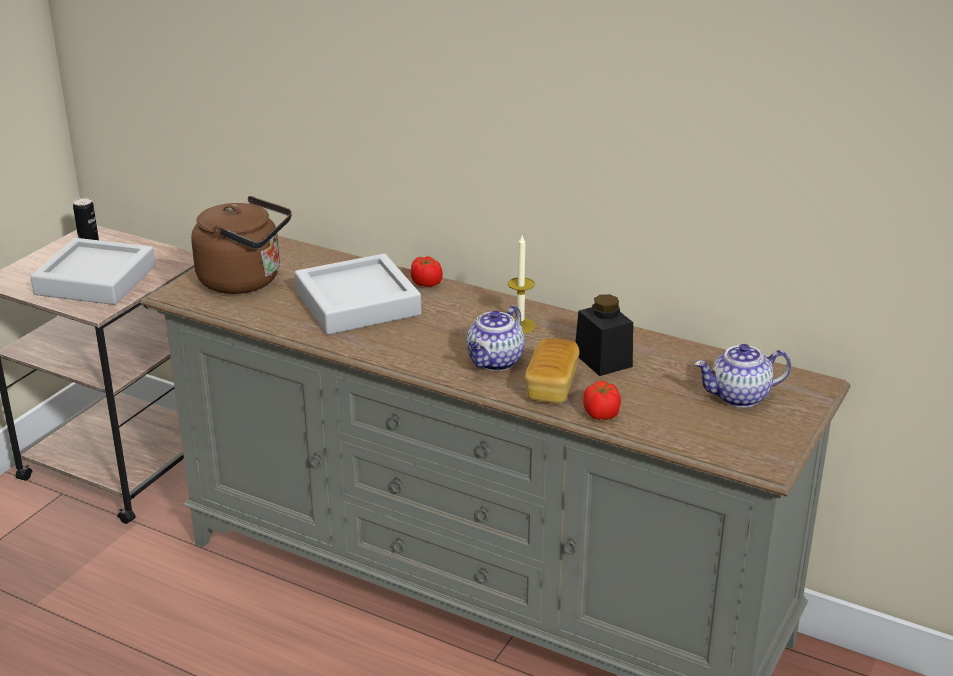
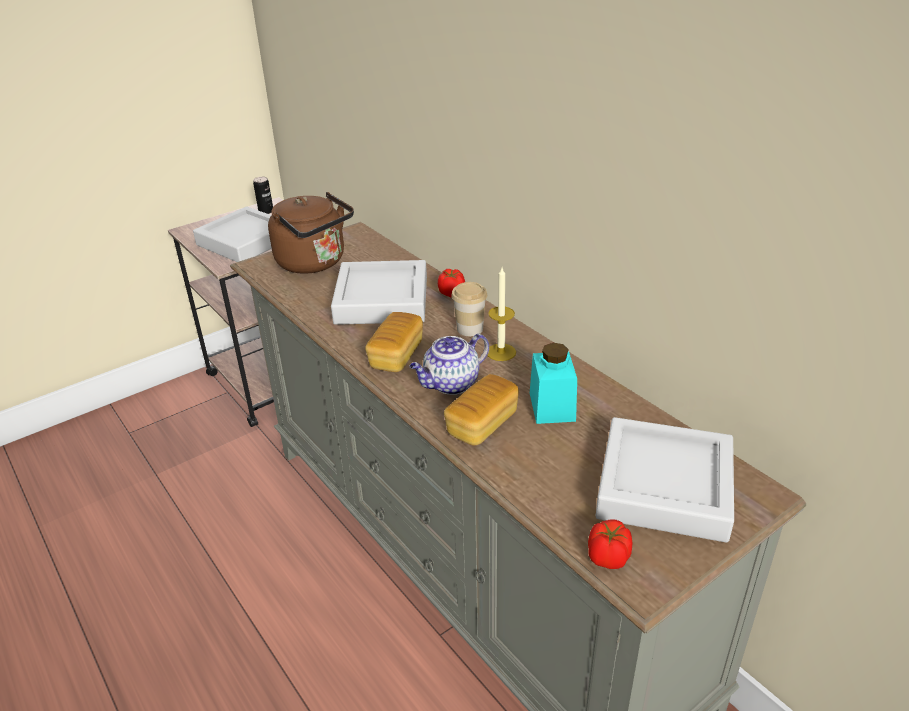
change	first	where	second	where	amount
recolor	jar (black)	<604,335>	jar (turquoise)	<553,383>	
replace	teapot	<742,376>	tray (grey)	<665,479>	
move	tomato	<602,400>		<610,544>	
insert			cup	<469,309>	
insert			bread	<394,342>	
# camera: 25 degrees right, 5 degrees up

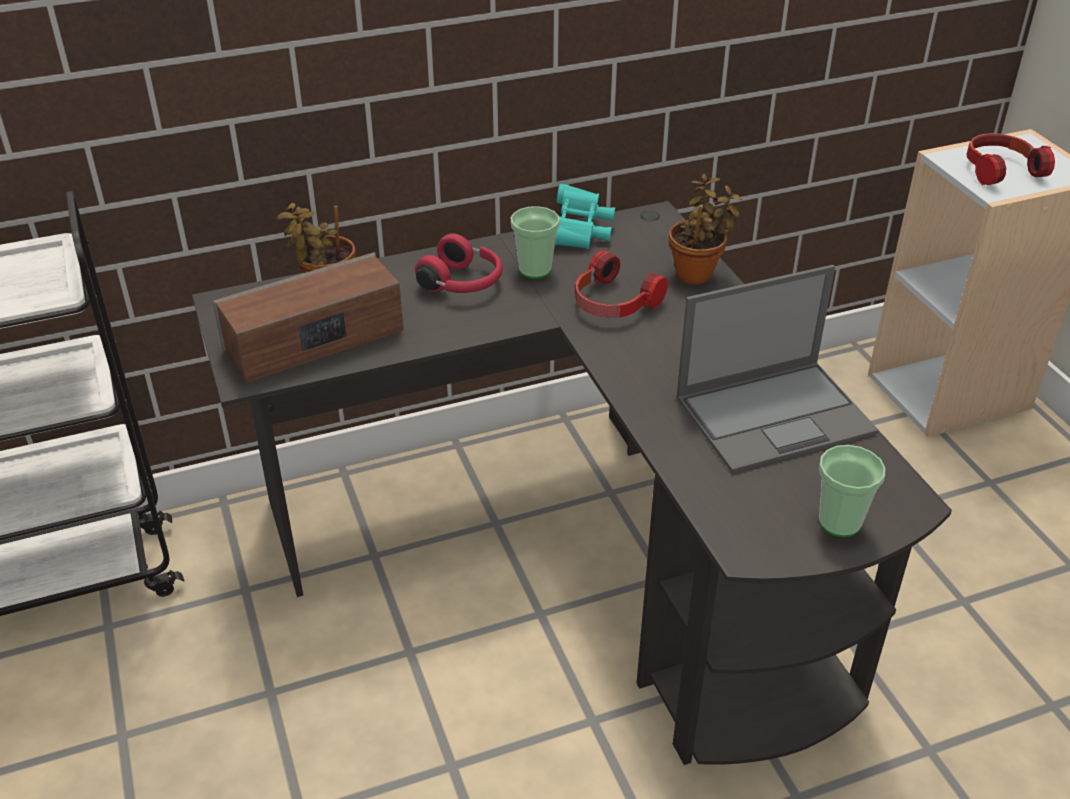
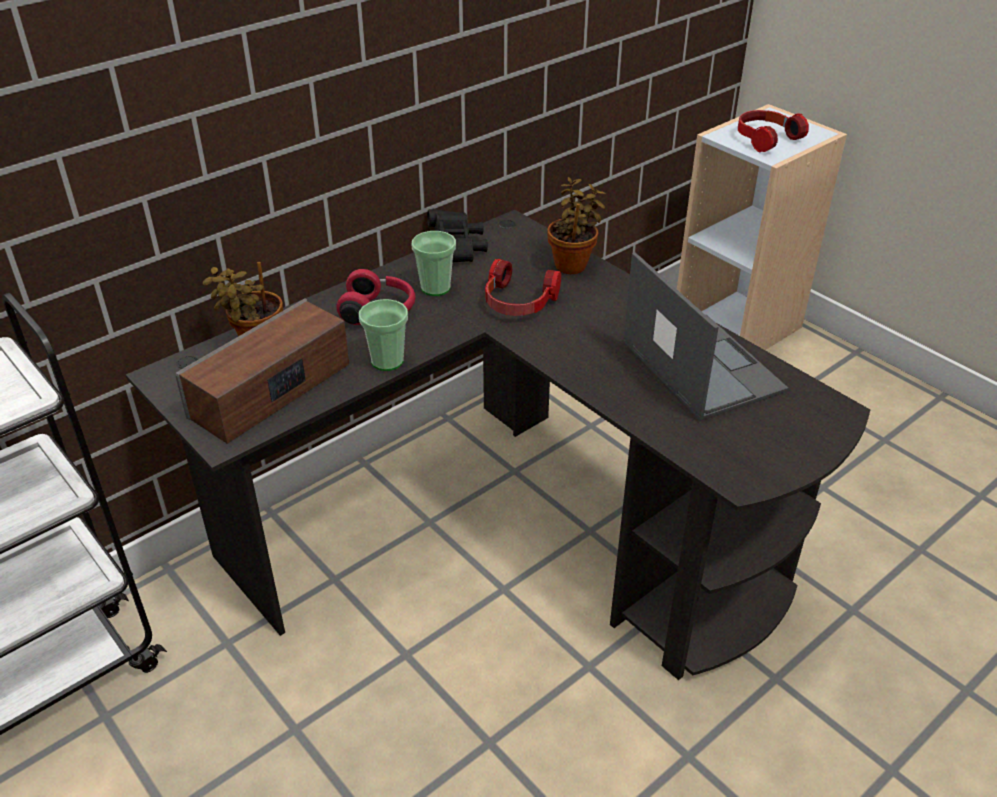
change	first	where	second	where	amount
recolor	binoculars (turquoise)	<585,216>	binoculars (black)	<457,236>	
rotate	laptop	<777,369>		<705,336>	75 degrees counterclockwise
move	cup	<852,491>		<383,335>	
# camera: 20 degrees left, 0 degrees up

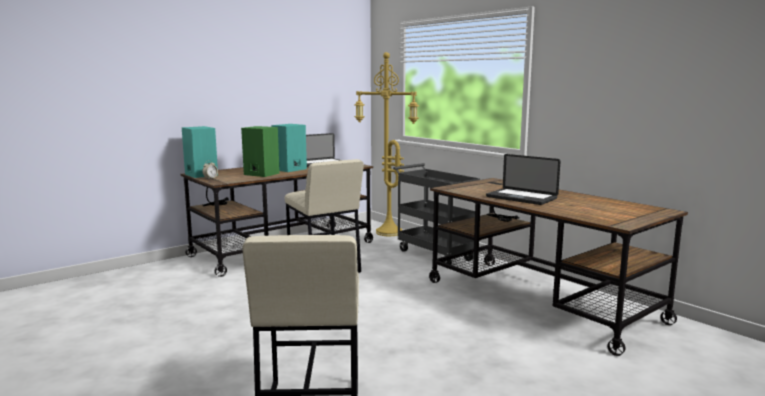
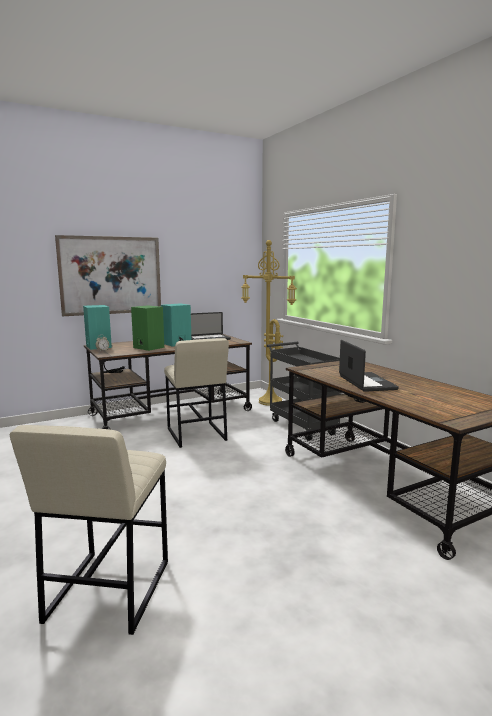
change	first	where	second	where	amount
rotate	laptop	<523,179>		<369,366>	150 degrees counterclockwise
insert			picture	<108,275>	
# camera: 10 degrees right, 0 degrees up

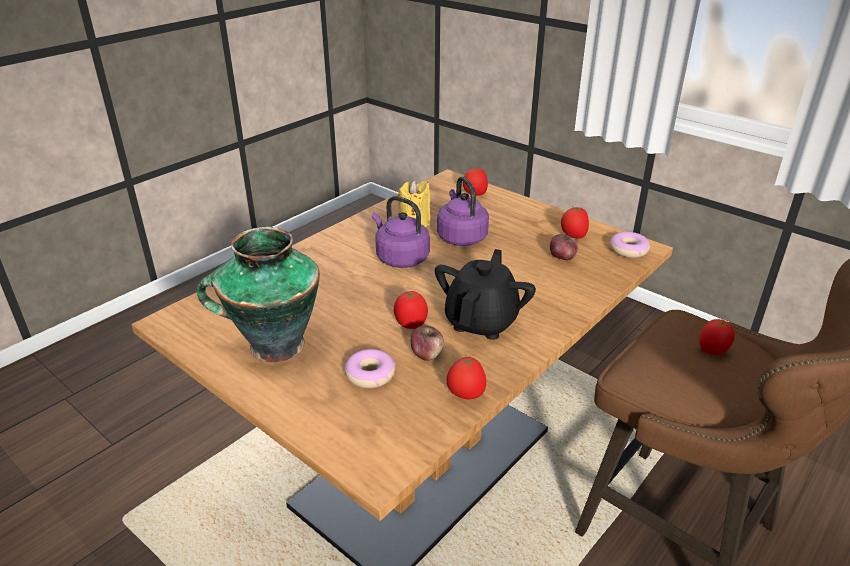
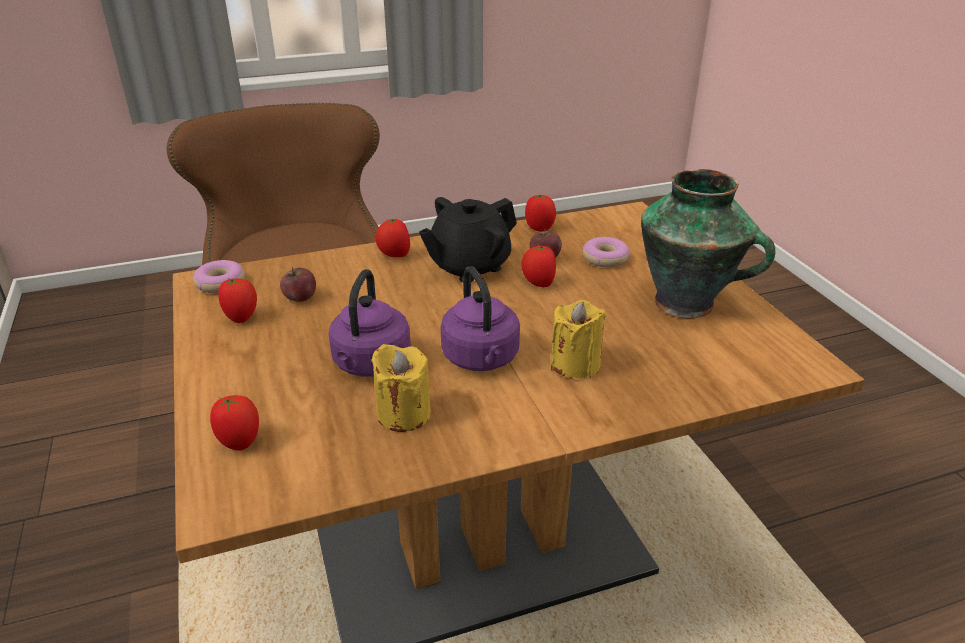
change	first	where	second	where	amount
move	tomato	<717,337>		<392,237>	
insert			candle (yellow)	<578,339>	
# camera: 150 degrees left, 0 degrees up

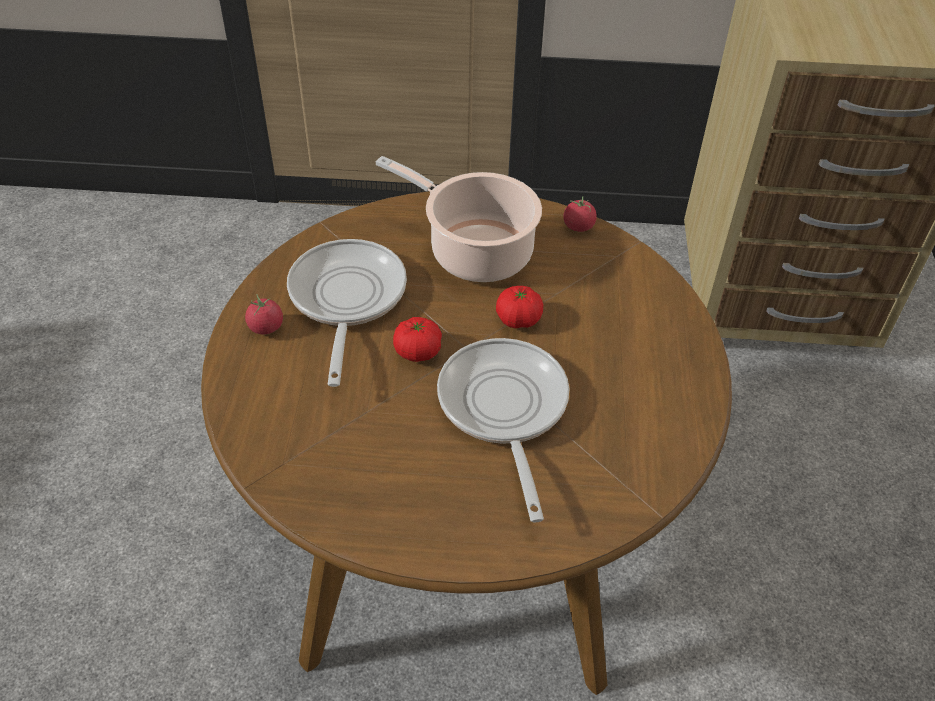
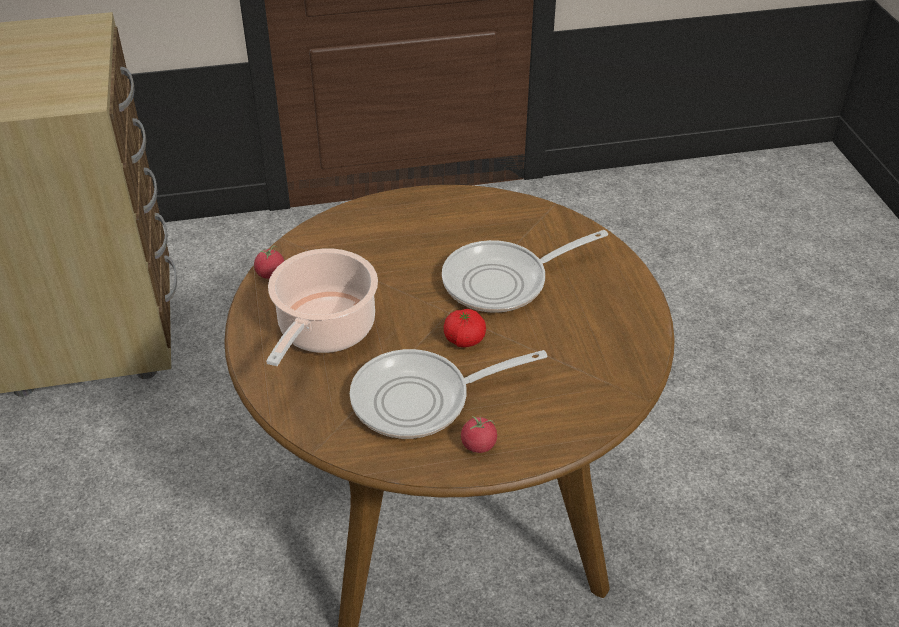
change	first	where	second	where	amount
delete	tomato	<519,307>			
# camera: 105 degrees left, 5 degrees down

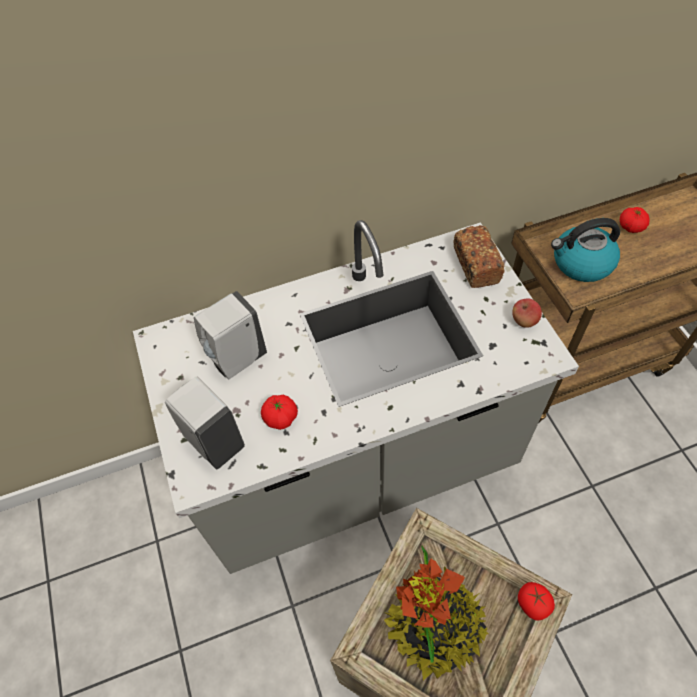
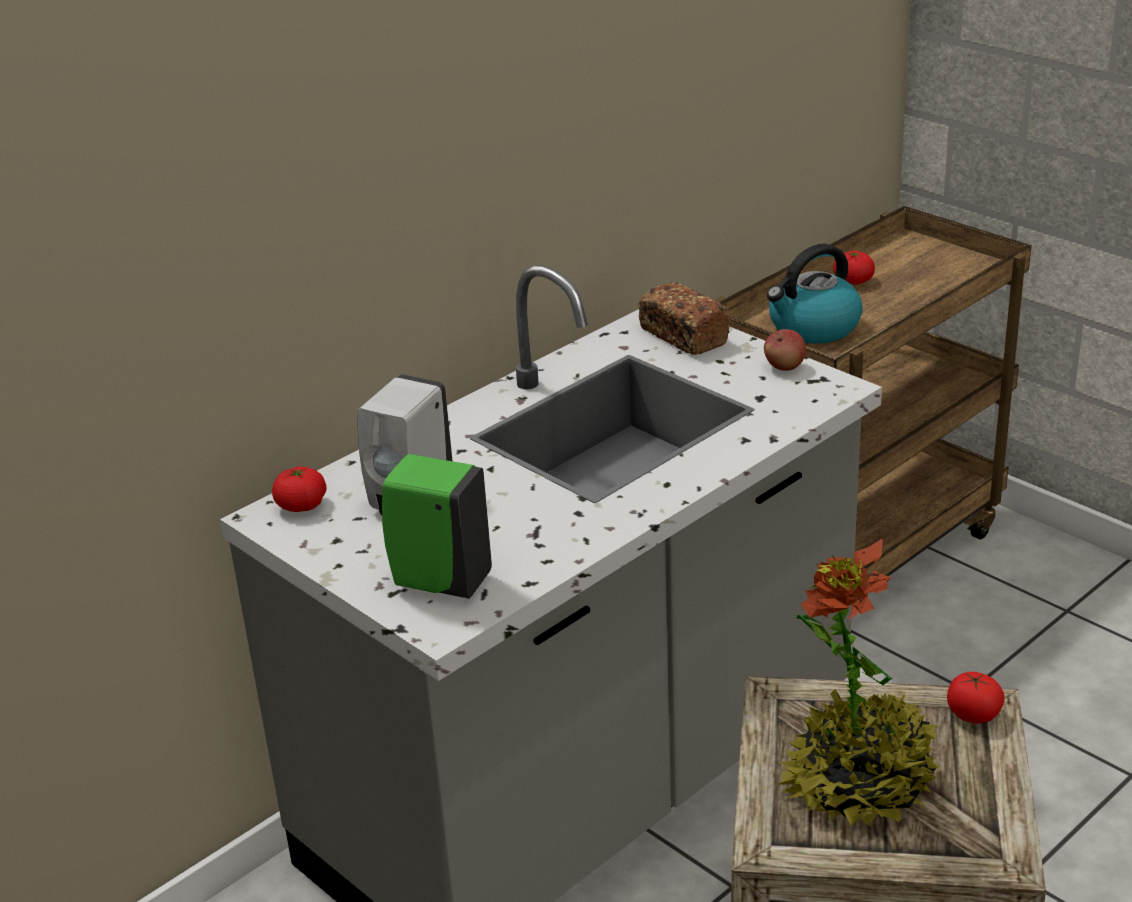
change	first	where	second	where	amount
recolor	soap dispenser (white)	<205,423>	soap dispenser (green)	<437,526>	
move	tomato	<279,412>		<299,489>	
# camera: 25 degrees left, 25 degrees down

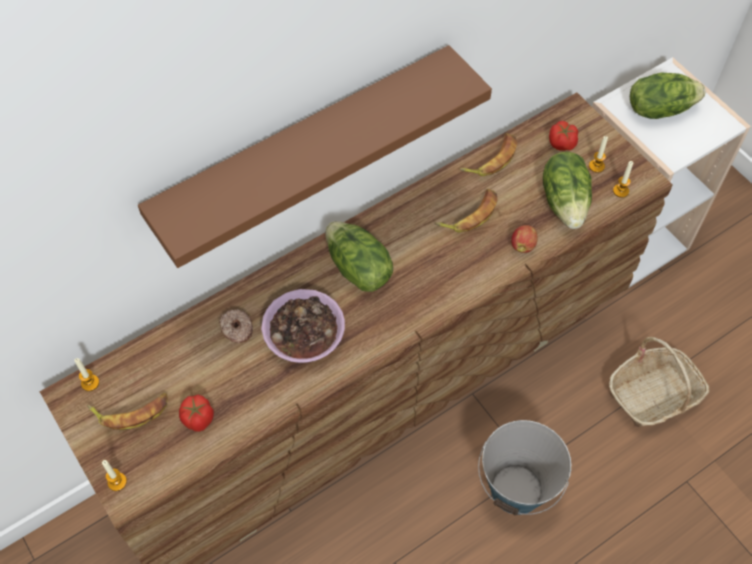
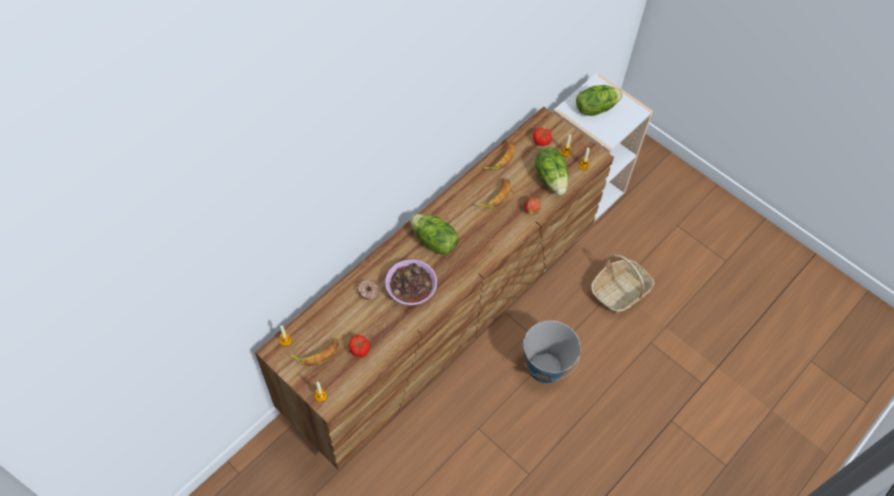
change	first	where	second	where	amount
delete	shelf (brown)	<315,156>			
# camera: 15 degrees left, 0 degrees up

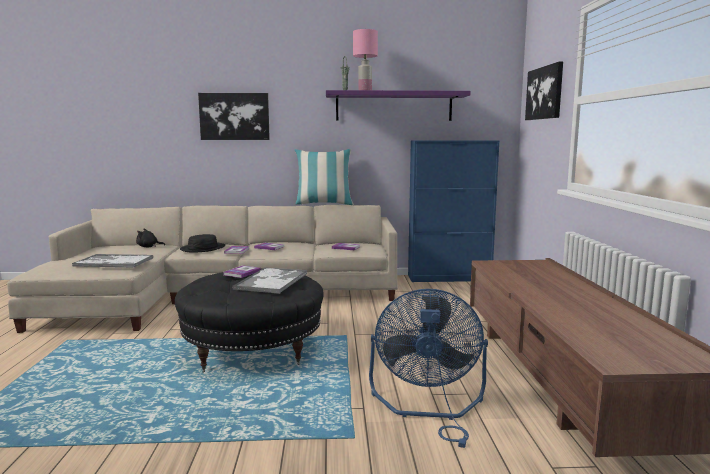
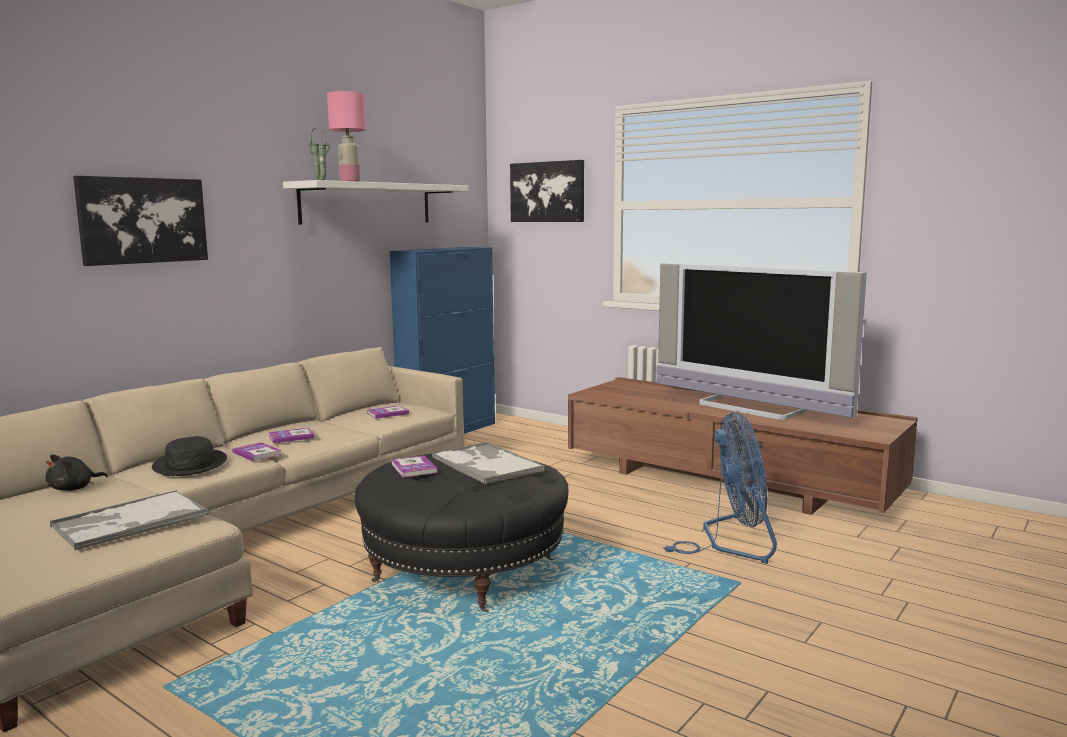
change	first	where	second	where	amount
recolor	shelf (purple)	<398,105>	shelf (white)	<376,202>	
delete	pillow	<324,177>			
rotate	fan (blue)	<428,368>		<720,488>	135 degrees clockwise
insert			television	<761,341>	
# camera: 50 degrees left, 0 degrees up

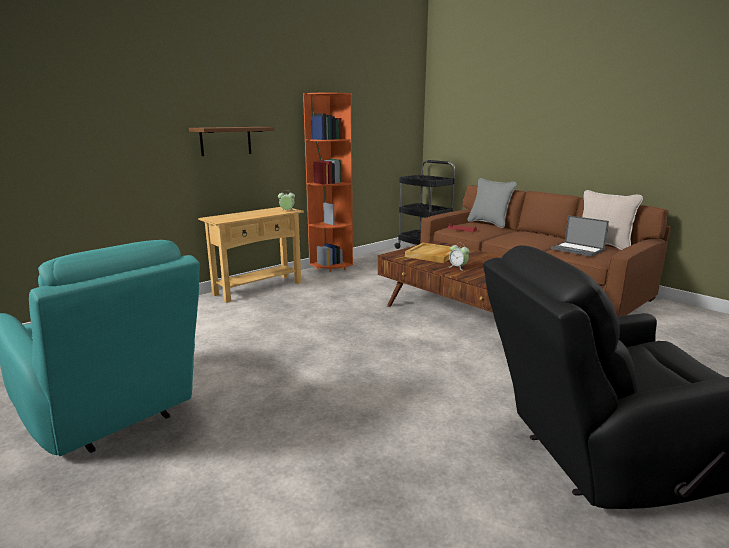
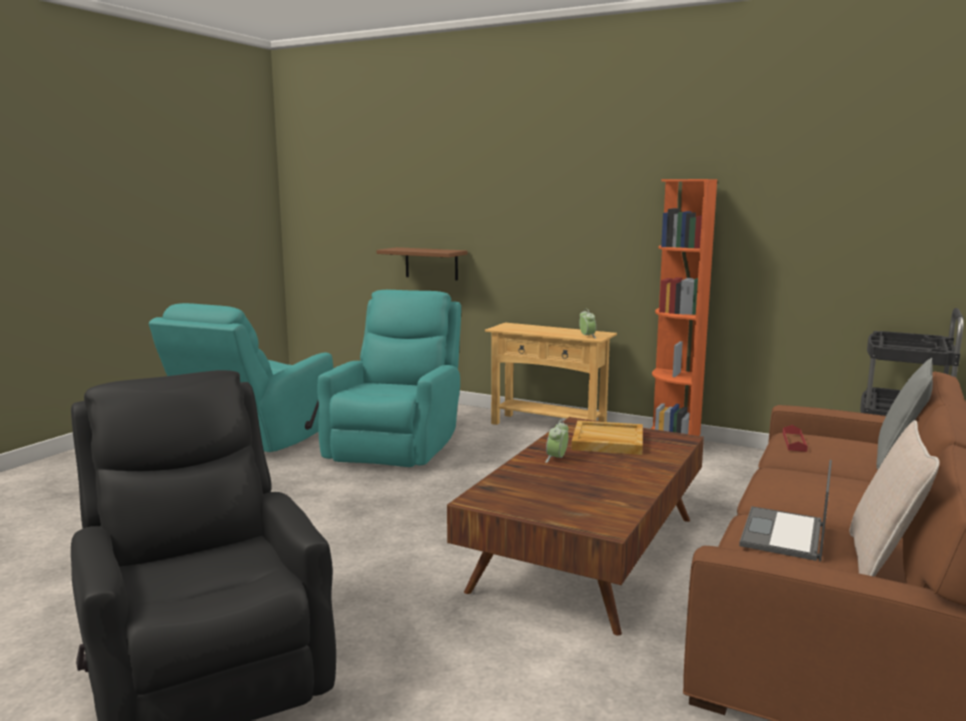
change	first	where	second	where	amount
move	shelf (brown)	<232,141>		<422,263>	
insert			armchair (turquoise)	<389,378>	
# camera: 70 degrees right, 5 degrees down

